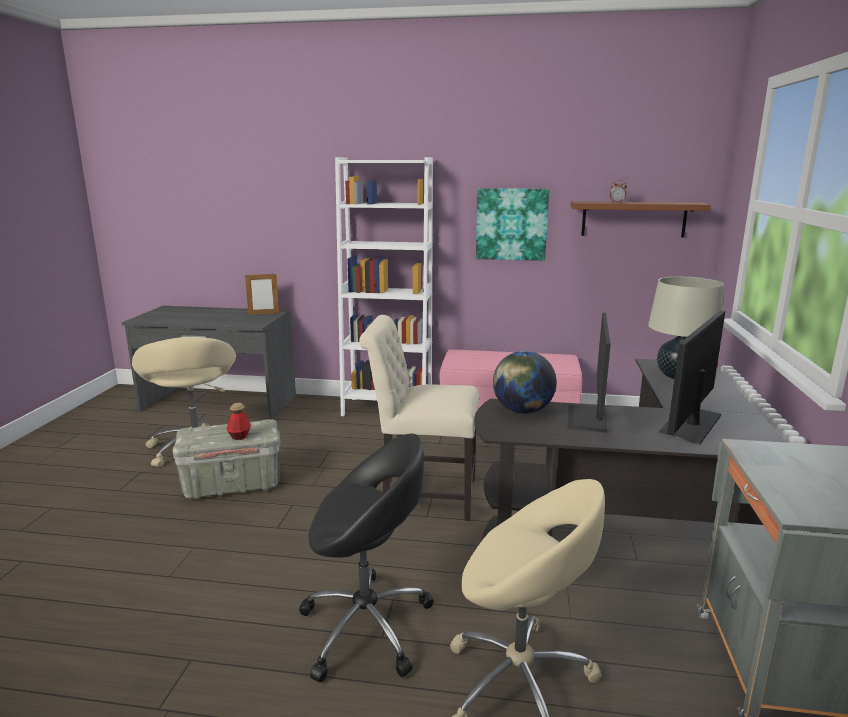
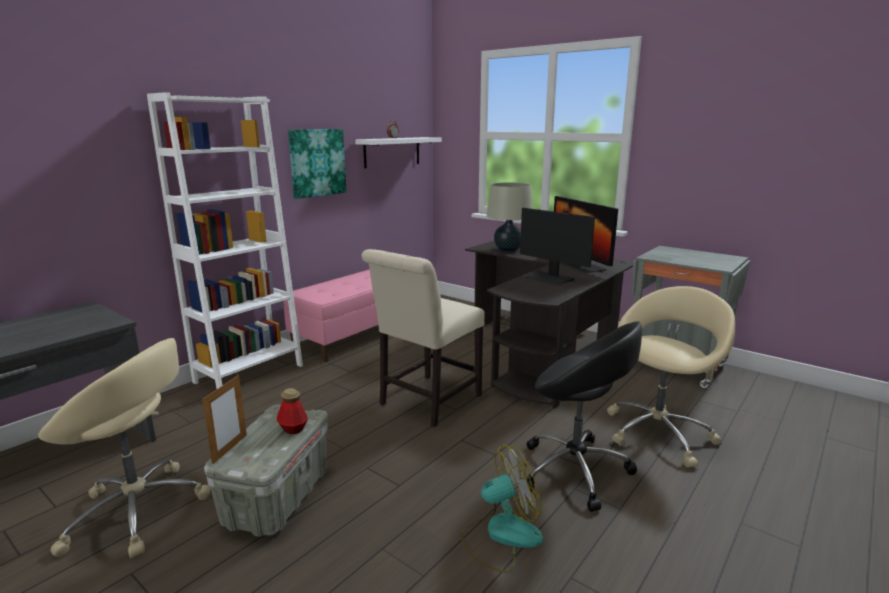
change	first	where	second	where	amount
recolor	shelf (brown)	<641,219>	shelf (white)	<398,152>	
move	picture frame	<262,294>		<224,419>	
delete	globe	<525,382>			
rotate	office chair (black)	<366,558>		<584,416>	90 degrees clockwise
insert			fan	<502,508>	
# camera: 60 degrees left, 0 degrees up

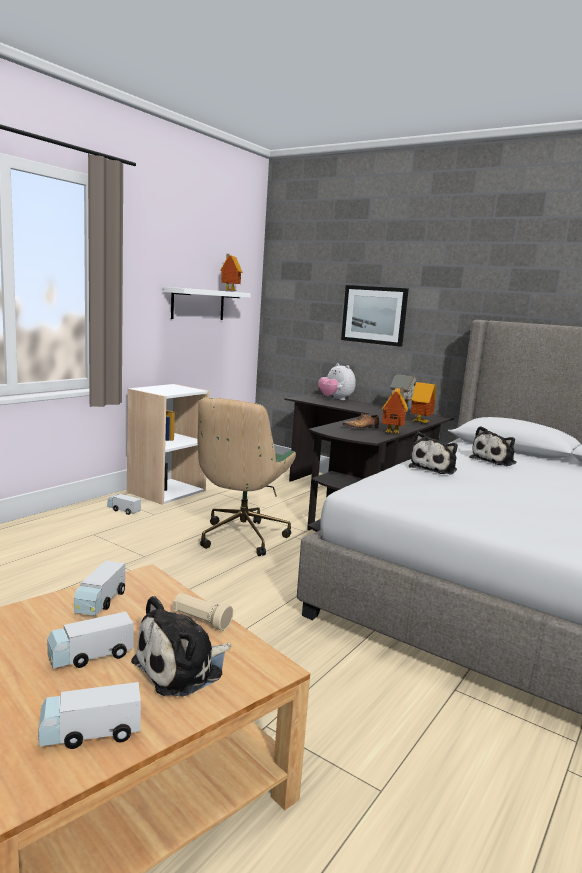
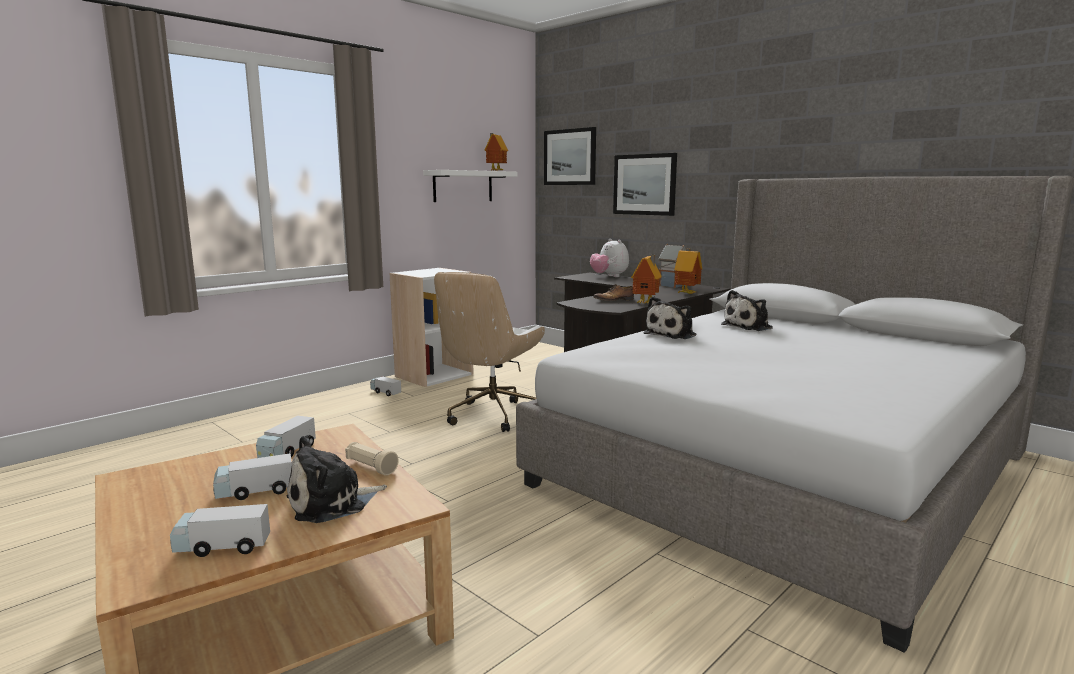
change	first	where	second	where	amount
recolor	office chair (green)	<246,477>	office chair (white)	<489,352>	
insert			picture	<570,156>	
# camera: 10 degrees right, 0 degrees up

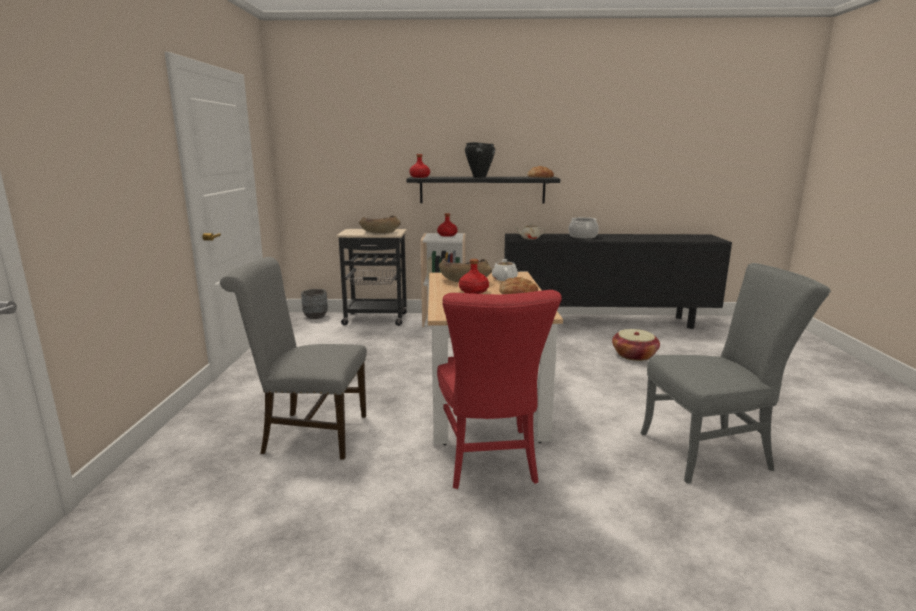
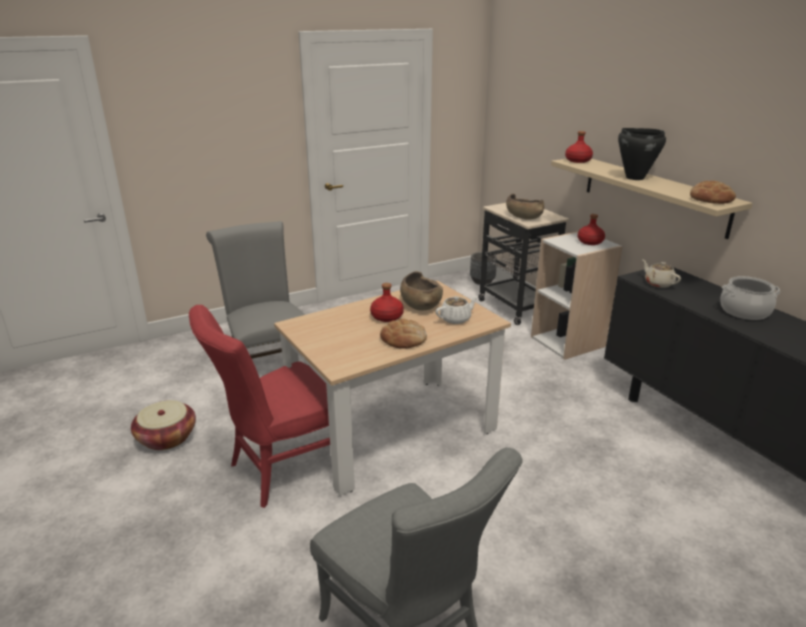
change	first	where	second	where	amount
recolor	shelf (black)	<483,190>	shelf (beige)	<652,199>	
move	basket	<636,345>		<163,425>	
# camera: 60 degrees right, 10 degrees up

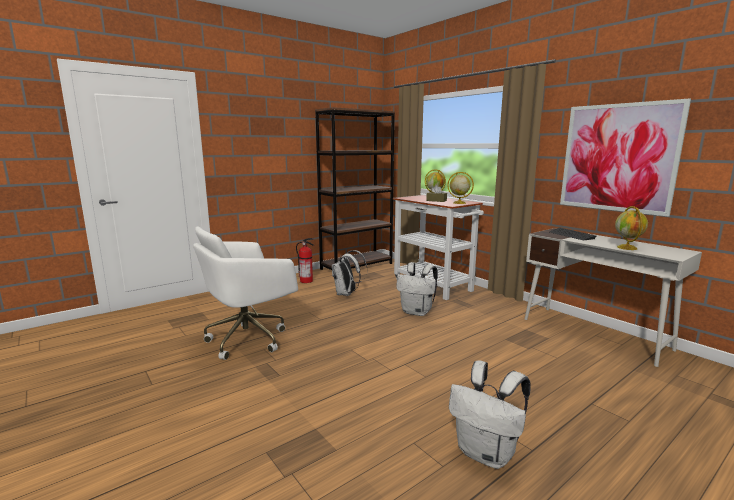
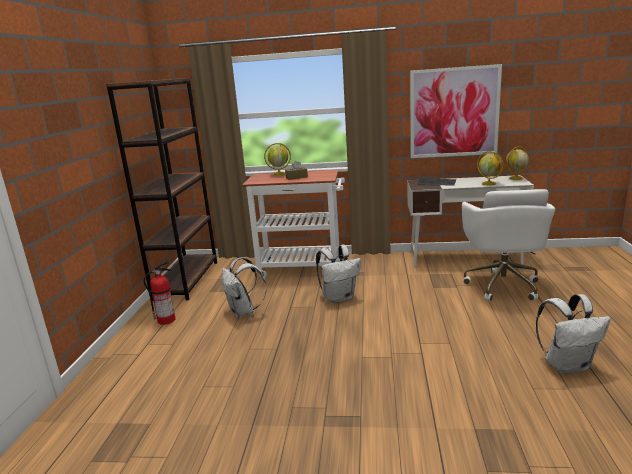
change	first	where	second	where	amount
move	globe	<460,188>		<517,163>	
move	office chair (white)	<245,293>		<508,245>	
# camera: 45 degrees left, 5 degrees up

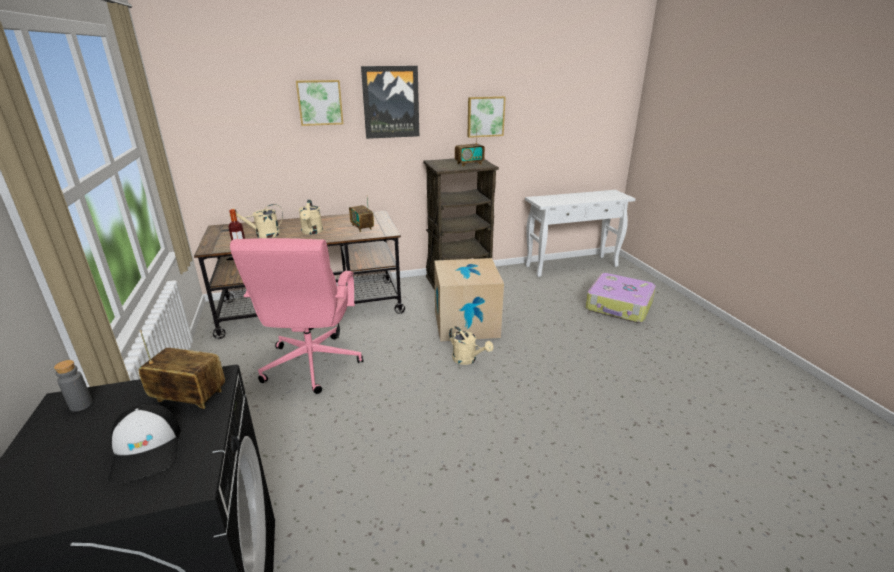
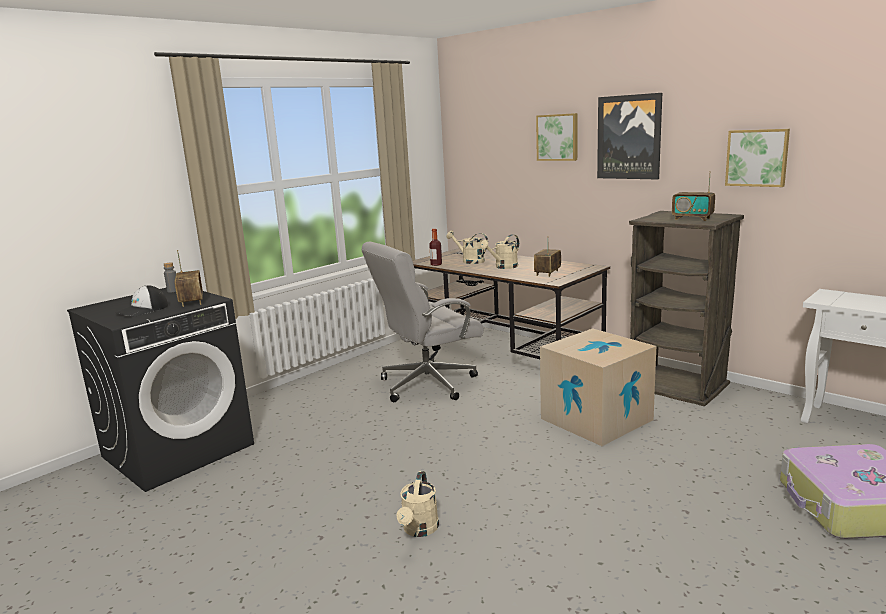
change	first	where	second	where	amount
recolor	office chair (pink)	<296,316>	office chair (grey)	<423,322>	
move	watering can (beige)	<471,345>		<418,504>	
# camera: 60 degrees right, 10 degrees down

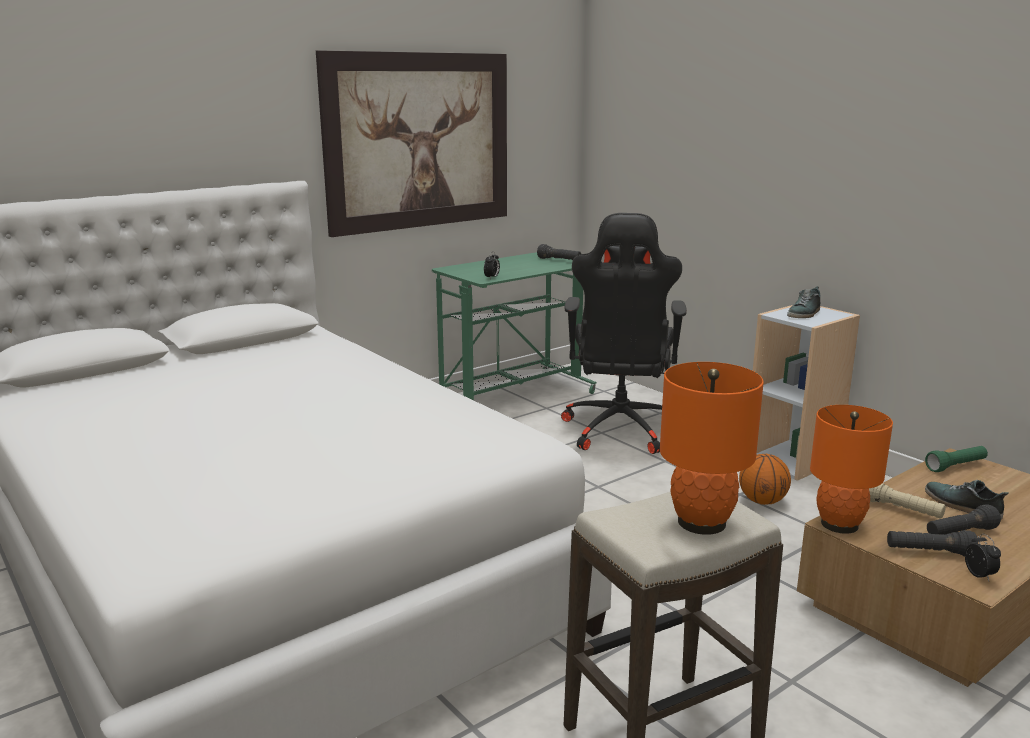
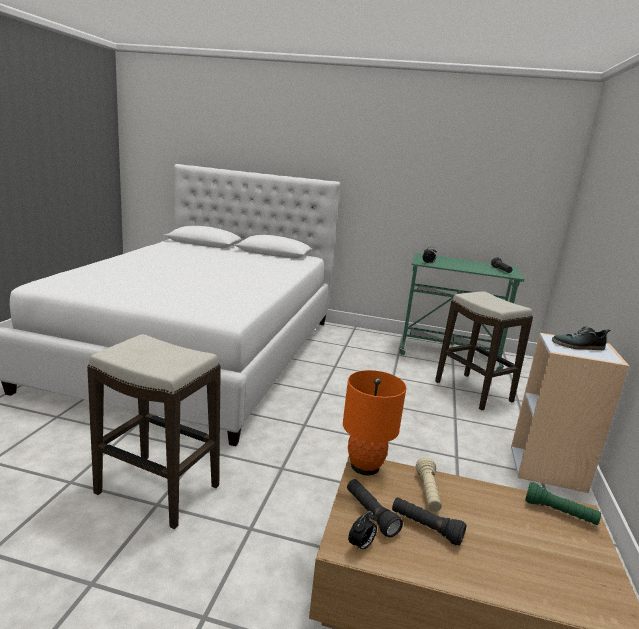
change	first	where	second	where	amount
delete	picture	<411,143>			
replace	office chair (black)	<624,333>	stool	<484,351>	
delete	table lamp (orange)	<712,448>			
delete	basketball	<765,479>			
delete	shoe	<967,500>			
# camera: 50 degrees right, 0 degrees up

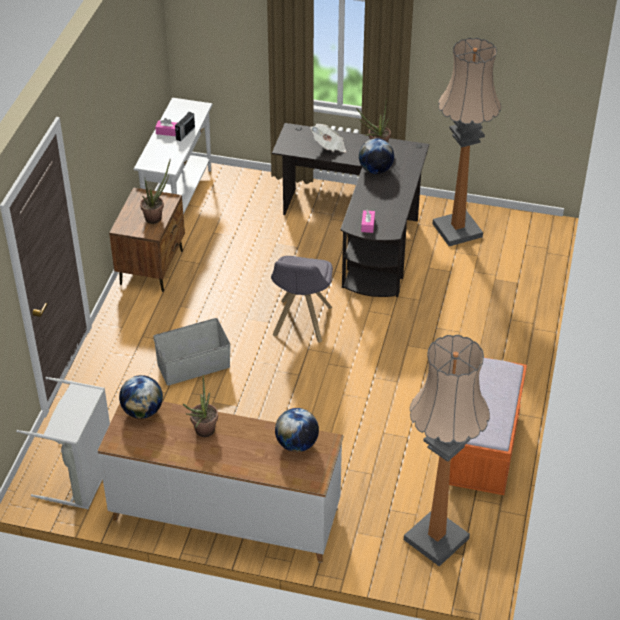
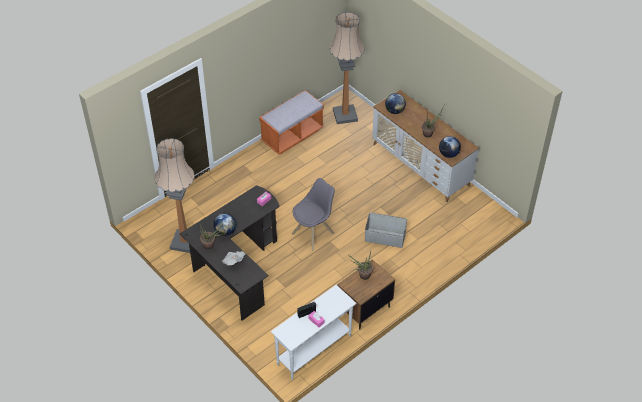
change	first	where	second	where	amount
delete	laundry basket (grey)	<63,443>			
# camera: 145 degrees left, 5 degrees up

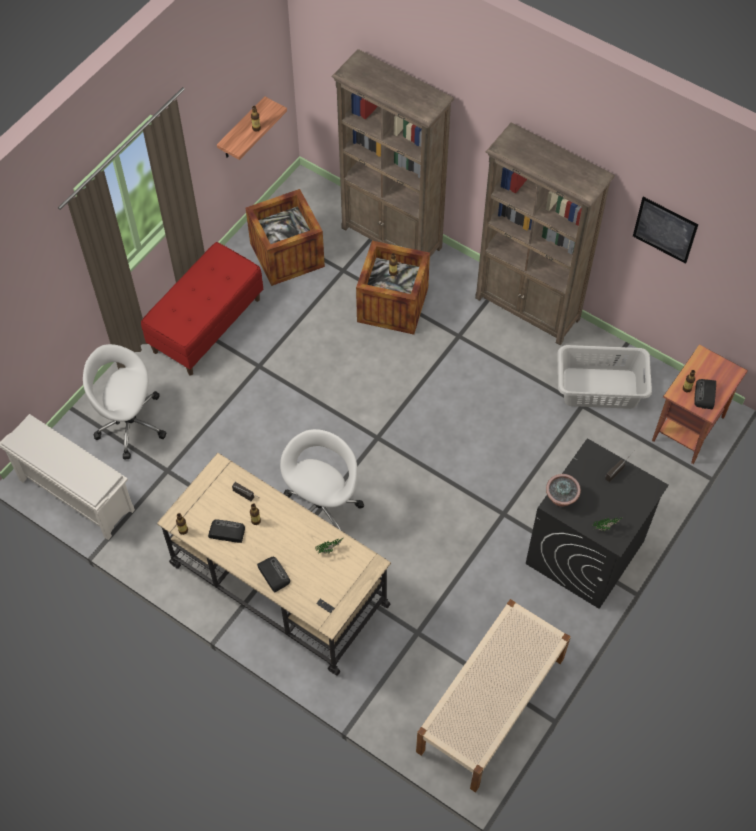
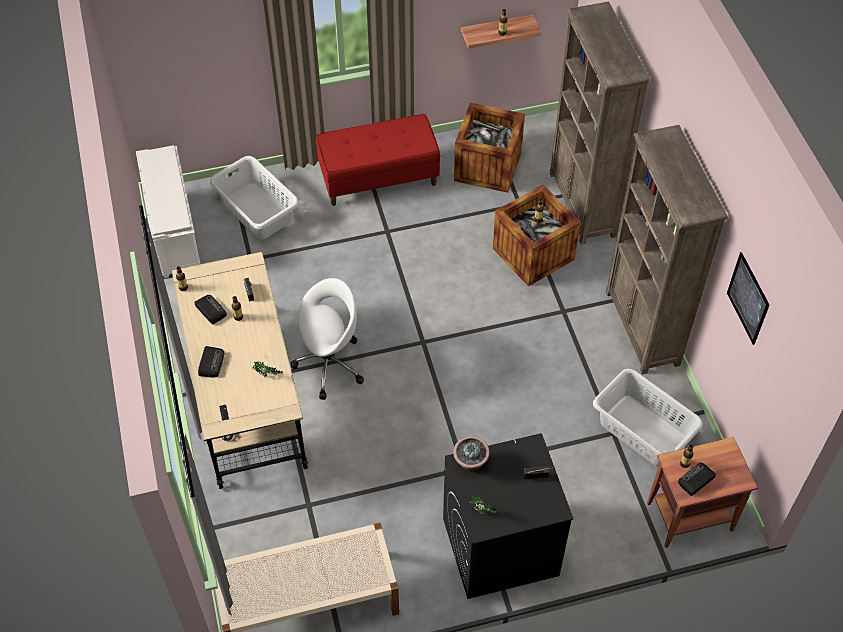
change	first	where	second	where	amount
replace	office chair (white)	<124,402>	laundry basket (grey)	<254,198>	
# camera: 40 degrees right, 5 degrees down

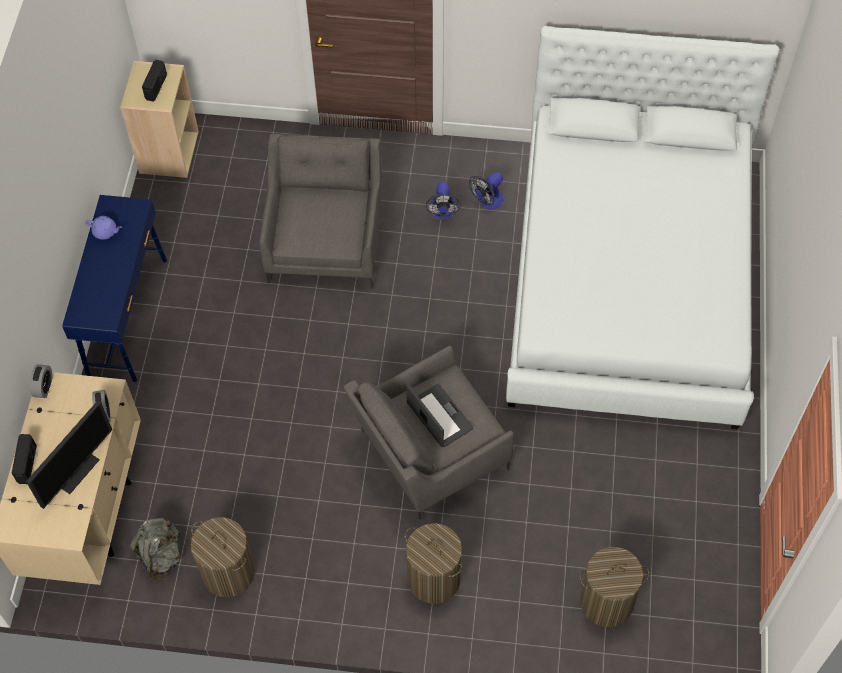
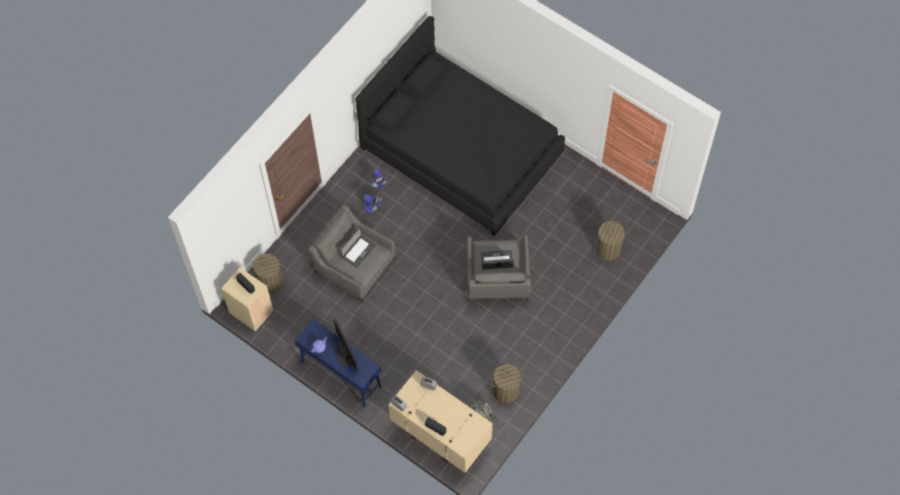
change	first	where	second	where	amount
recolor	bed (white)	<643,227>	bed (black)	<460,126>	
move	monitor	<69,455>		<346,346>	
move	laundry basket	<433,563>		<266,273>	
insert			laptop	<358,247>	
# camera: 60 degrees left, 5 degrees up

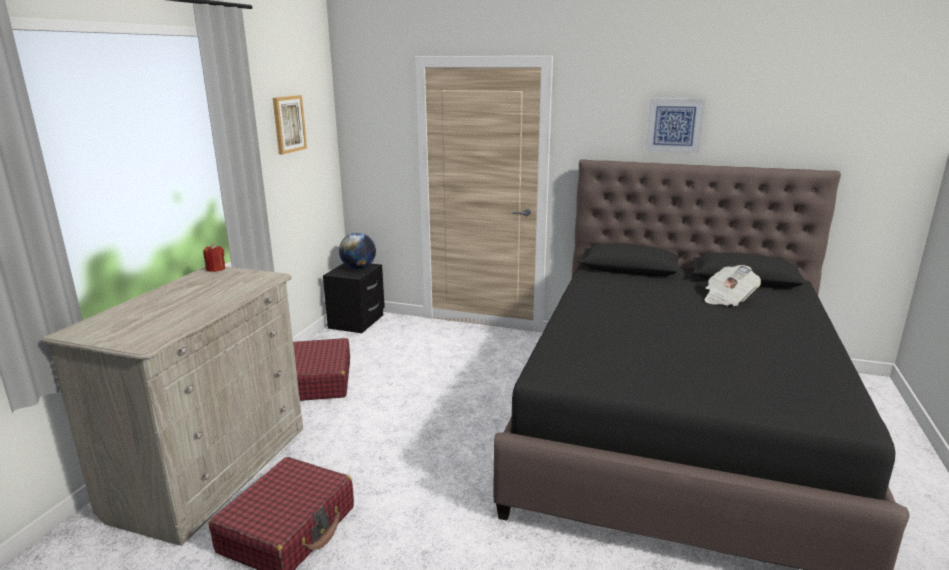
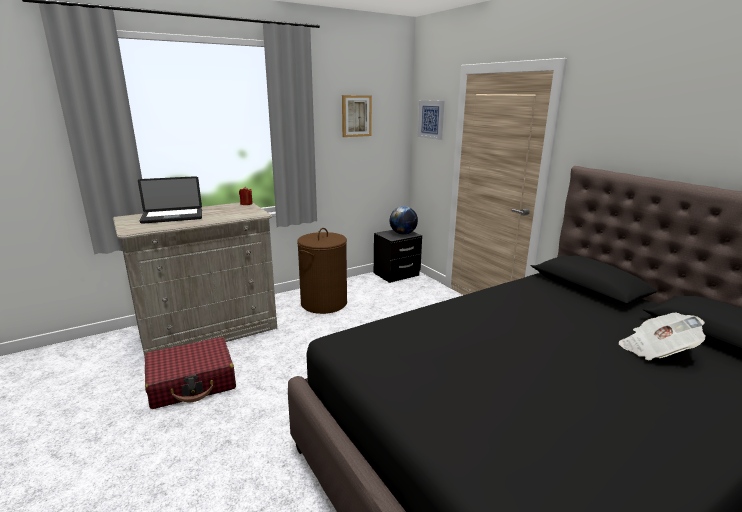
change	first	where	second	where	amount
move	picture	<675,125>		<431,120>	
replace	suitcase (red)	<321,369>	laundry basket (brown)	<322,271>	
insert			laptop	<170,200>	
# camera: 40 degrees right, 0 degrees up

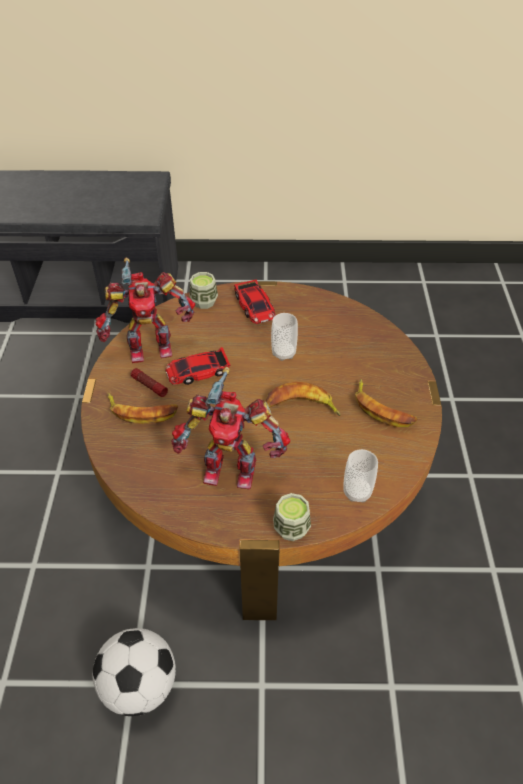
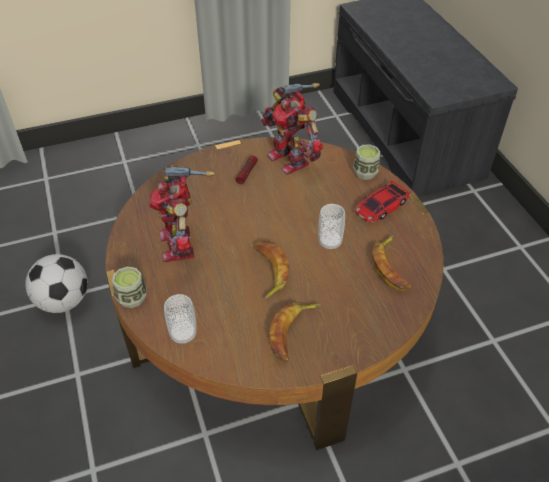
change	first	where	second	where	amount
delete	toy car	<197,366>			
move	banana	<143,408>		<391,263>	
# camera: 70 degrees right, 0 degrees up

